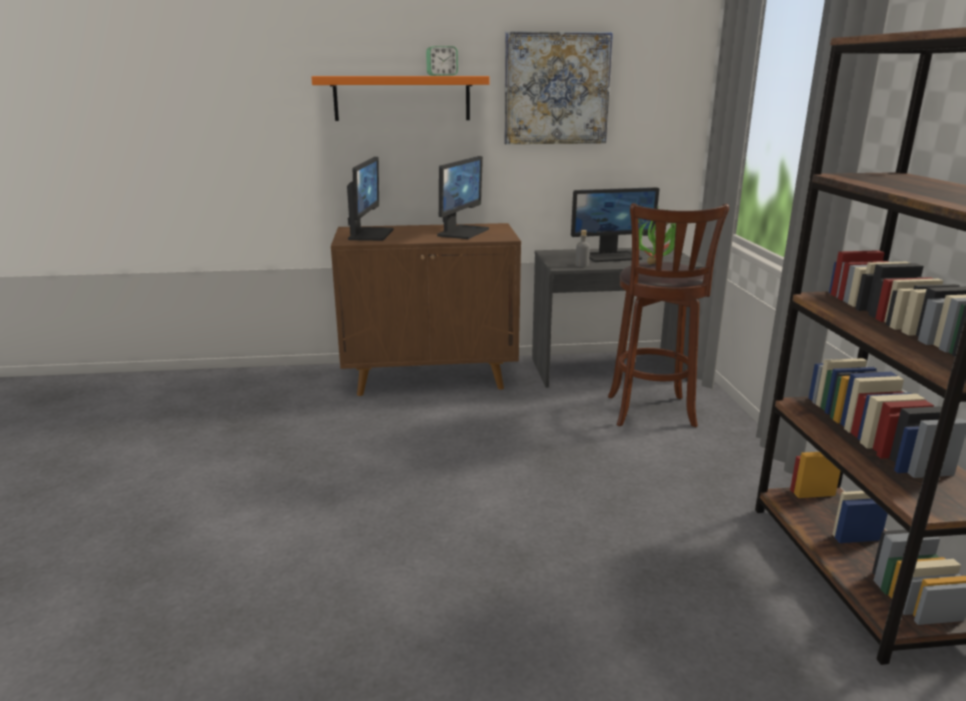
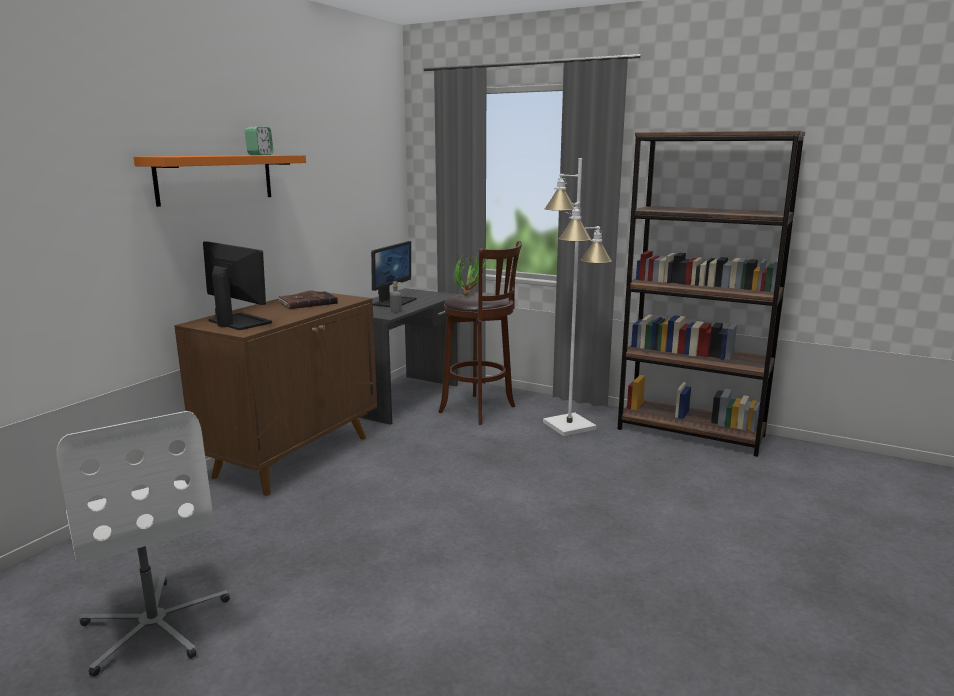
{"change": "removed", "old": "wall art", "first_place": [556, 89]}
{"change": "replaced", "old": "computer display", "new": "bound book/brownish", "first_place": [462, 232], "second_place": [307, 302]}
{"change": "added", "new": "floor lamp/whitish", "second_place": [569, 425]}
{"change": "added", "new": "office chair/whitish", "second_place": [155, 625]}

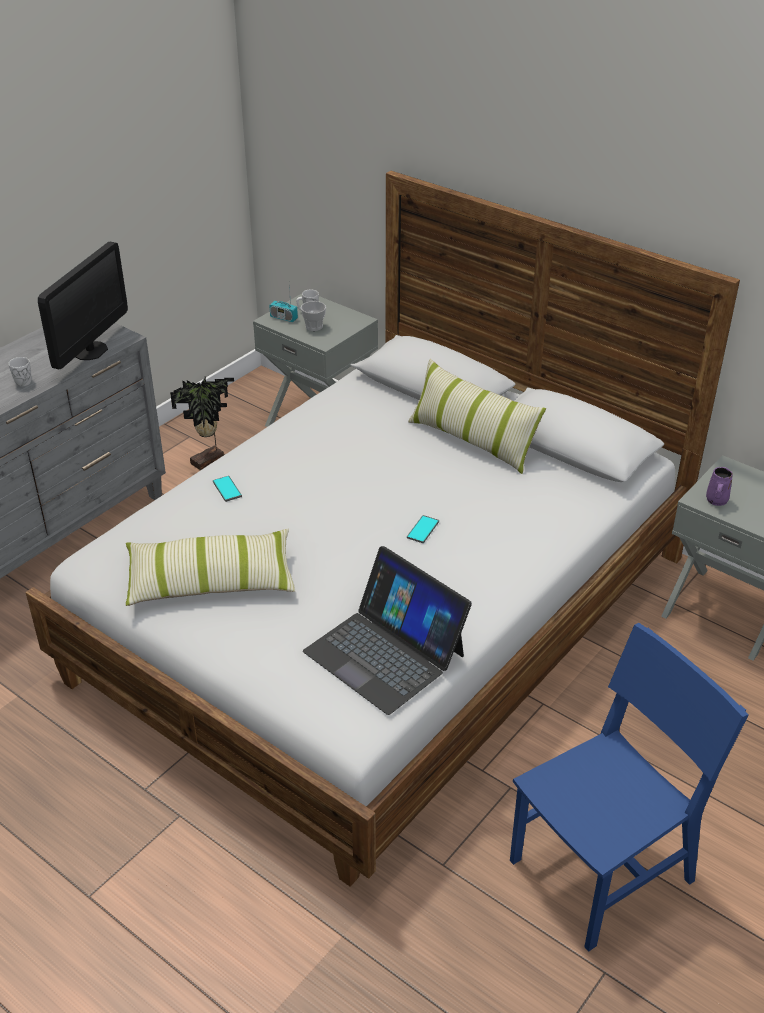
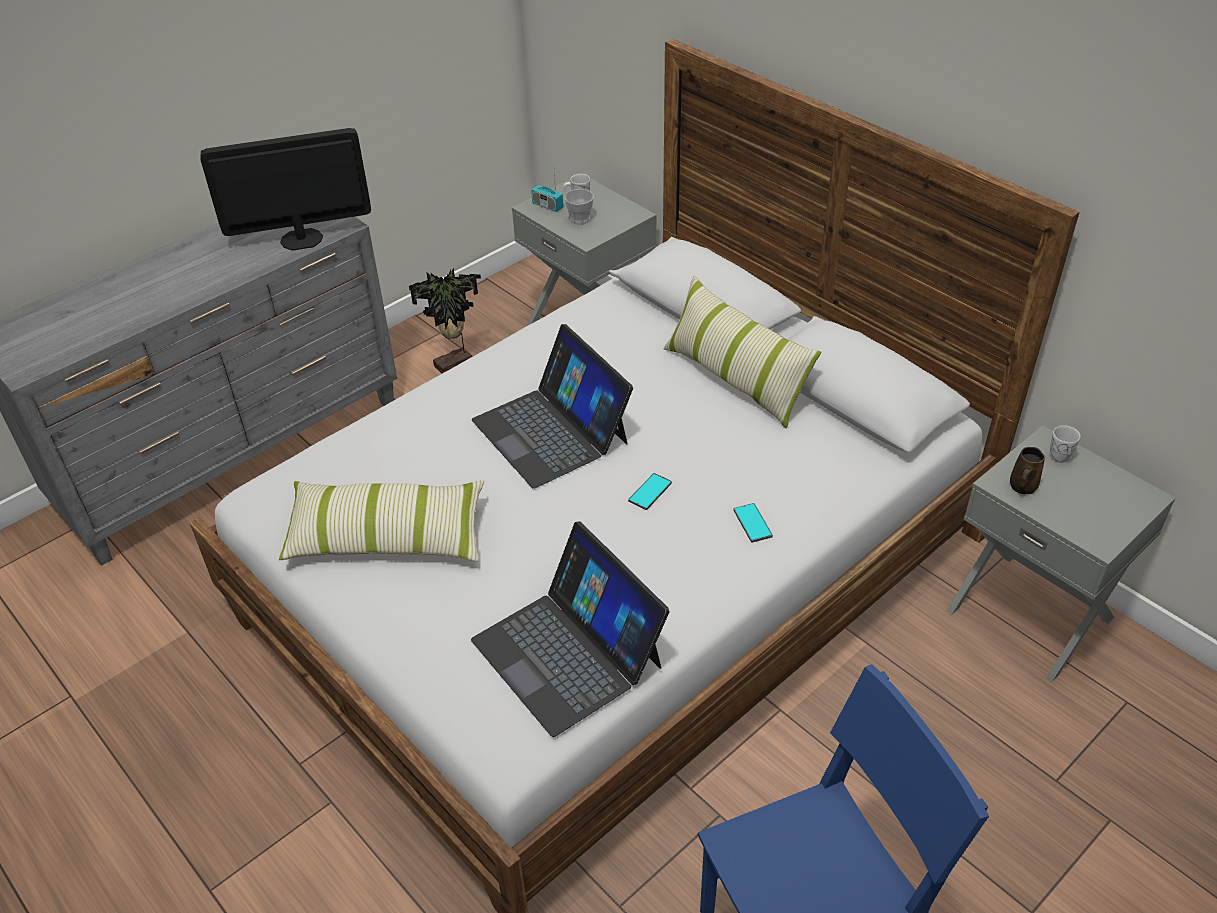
{"change": "turned", "old": "computer display", "first_place": [90, 351], "second_place": [301, 239], "degrees": -135}
{"change": "moved", "old": "coffee mug/whitish", "first_place": [24, 380], "second_place": [1059, 453]}
{"change": "recoloured", "old": "coffee mug/purple-coloured", "new": "coffee mug/brownish", "first_place": [716, 501], "second_place": [1022, 487]}
{"change": "moved", "old": "telephone", "first_place": [227, 489], "second_place": [752, 523]}
{"change": "added", "new": "portable computer", "second_place": [551, 431]}

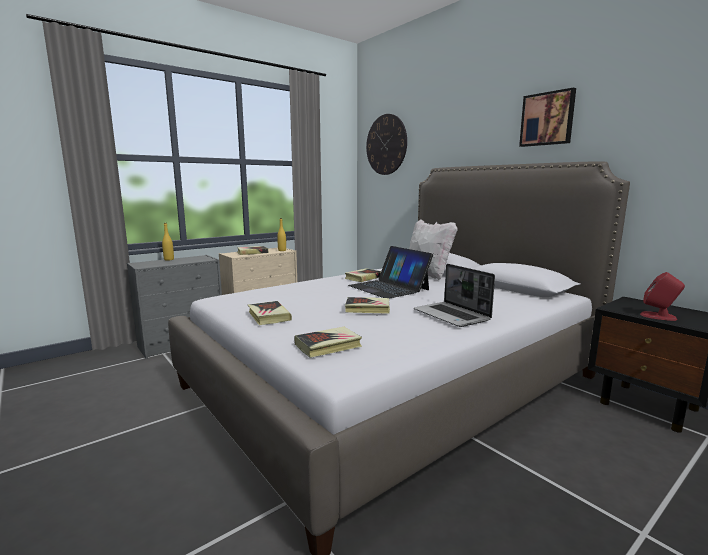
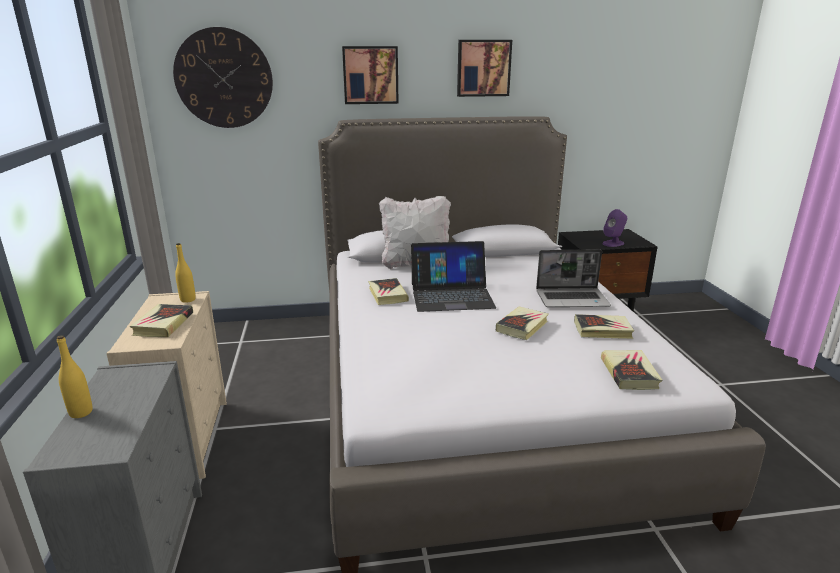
{"change": "recoloured", "old": "speaker/red", "new": "speaker/purple-coloured", "first_place": [658, 316], "second_place": [613, 243]}
{"change": "moved", "old": "bound book", "first_place": [268, 316], "second_place": [603, 330]}
{"change": "added", "new": "wall art", "second_place": [370, 75]}

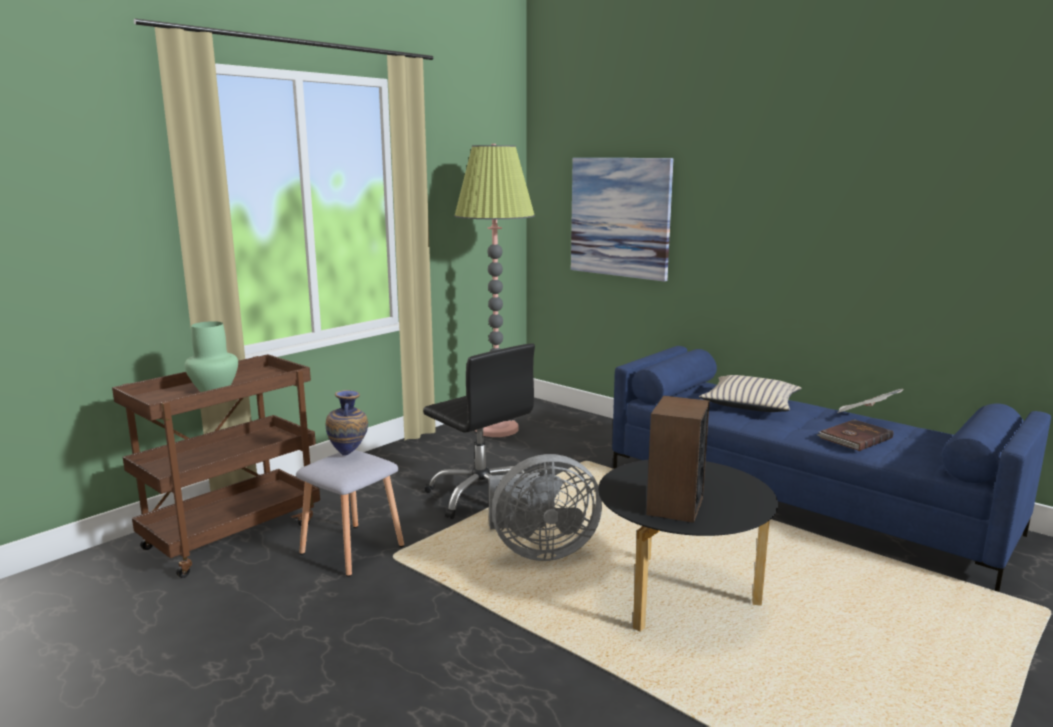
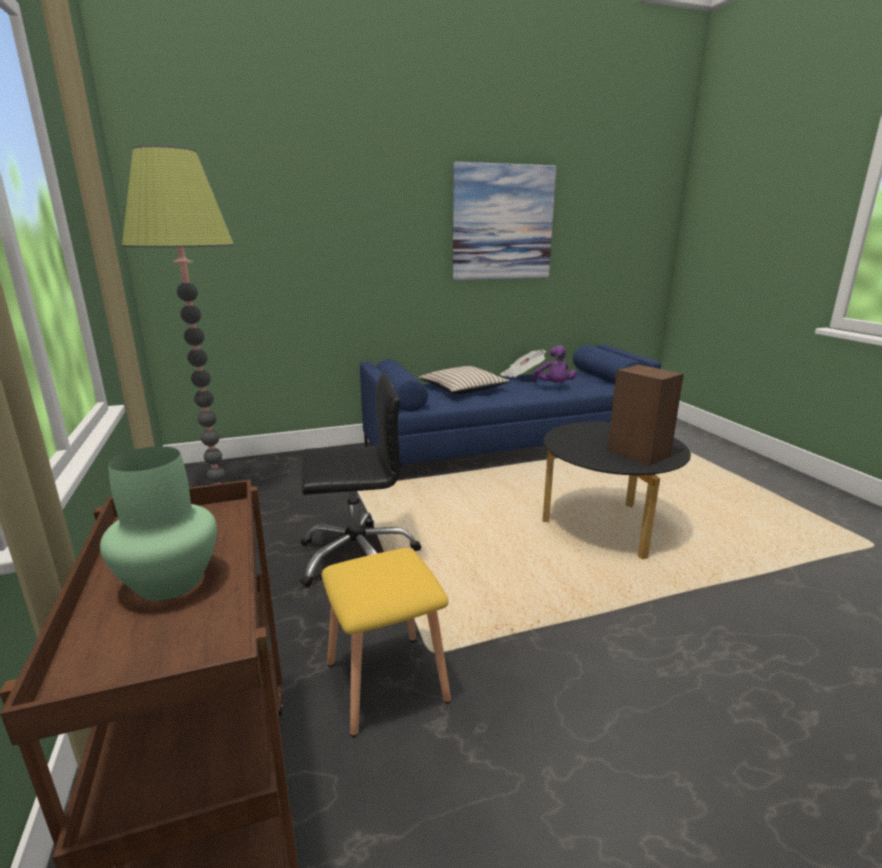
{"change": "moved", "old": "wall art", "first_place": [620, 217], "second_place": [503, 223]}
{"change": "removed", "old": "flower vase", "first_place": [349, 455]}
{"change": "replaced", "old": "bound book/brownish", "new": "soft toy/purple-coloured", "first_place": [854, 438], "second_place": [554, 386]}
{"change": "recoloured", "old": "stool/grey", "new": "stool/yellowish", "first_place": [353, 548], "second_place": [384, 680]}
{"change": "removed", "old": "cooling fan/grey", "first_place": [540, 550]}

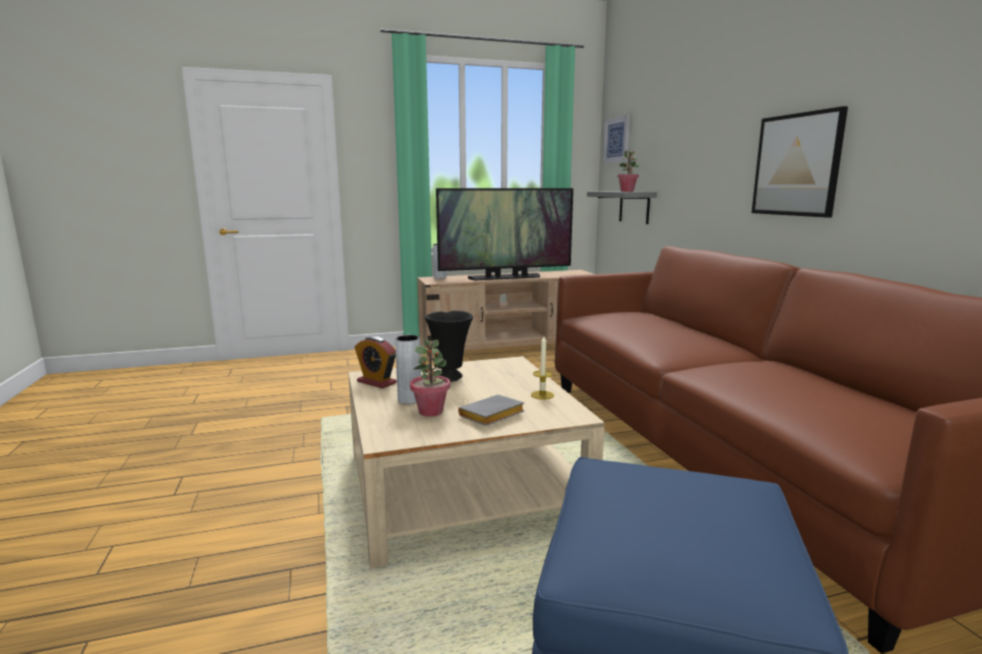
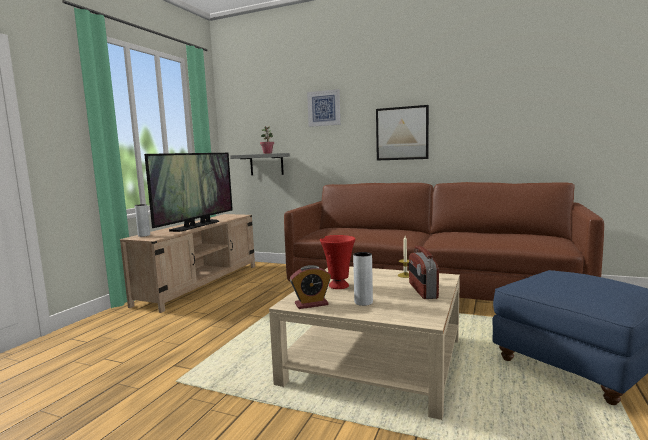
{"change": "moved", "old": "wall art", "first_place": [617, 140], "second_place": [324, 108]}
{"change": "recoloured", "old": "flower vase/black", "new": "flower vase/red", "first_place": [450, 377], "second_place": [339, 286]}
{"change": "removed", "old": "houseplant", "first_place": [431, 411]}
{"change": "replaced", "old": "bound book/grey", "new": "radio set", "first_place": [491, 416], "second_place": [422, 291]}

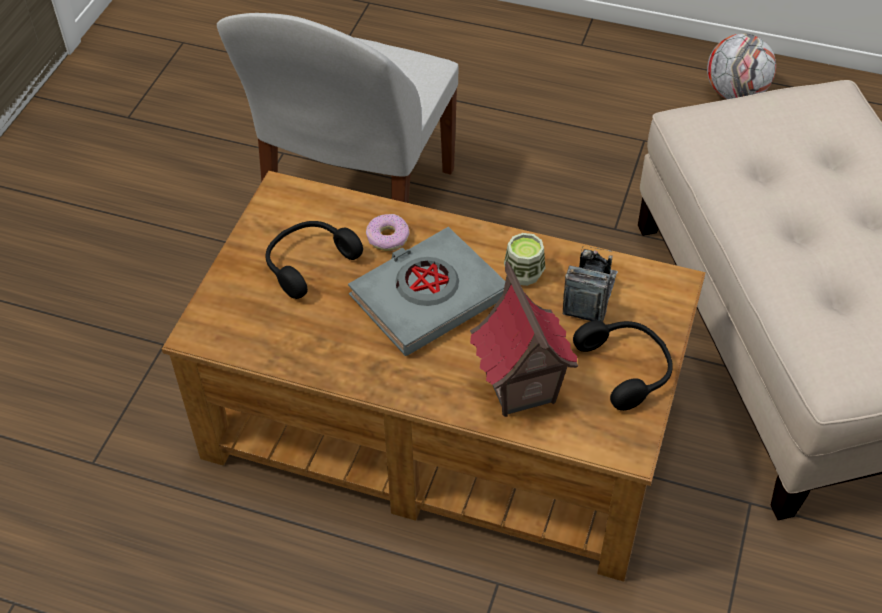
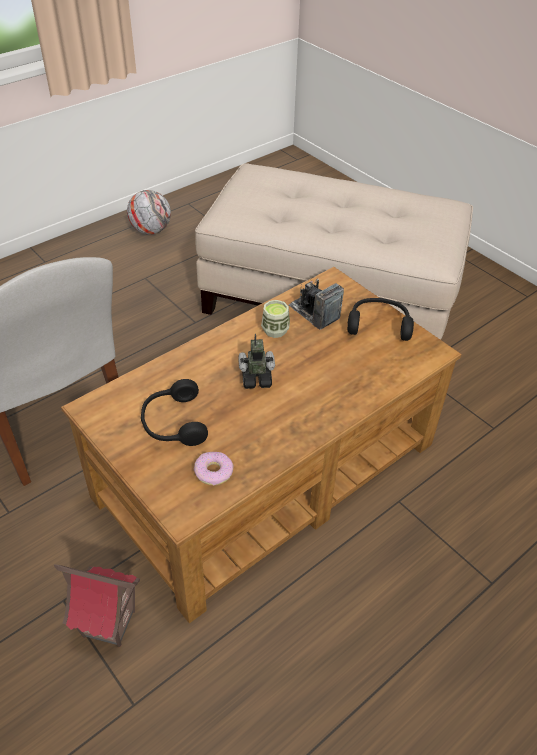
{"change": "moved", "old": "doughnut", "first_place": [387, 237], "second_place": [213, 472]}
{"change": "replaced", "old": "bound book/grey", "new": "model robot", "first_place": [428, 297], "second_place": [256, 379]}
{"change": "moved", "old": "model house", "first_place": [519, 389], "second_place": [109, 624]}

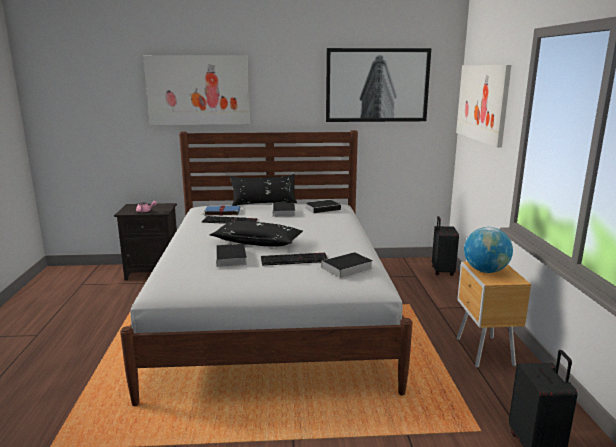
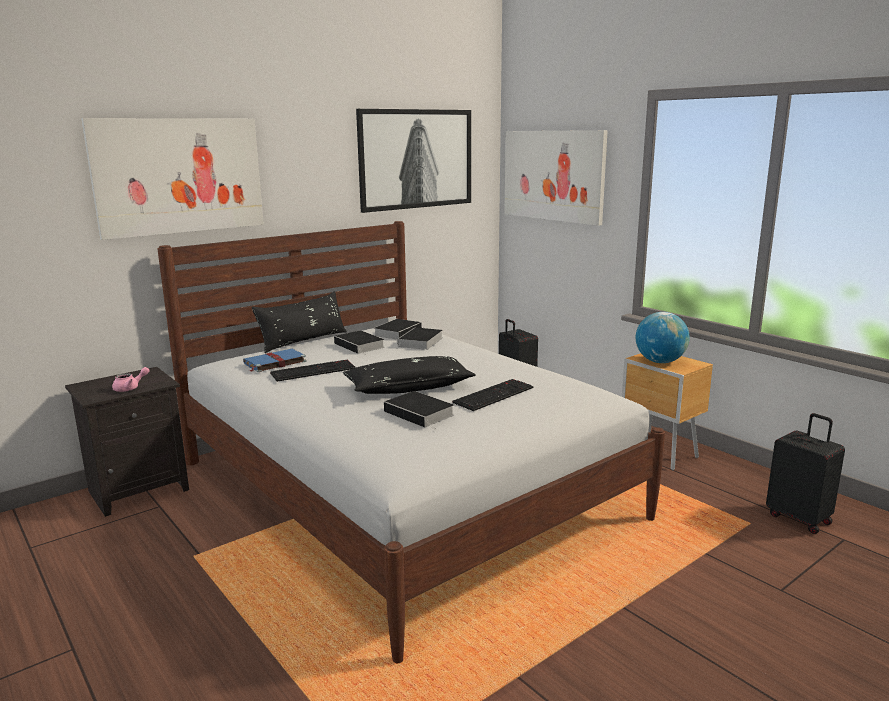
{"change": "moved", "old": "bound book", "first_place": [346, 268], "second_place": [420, 342]}

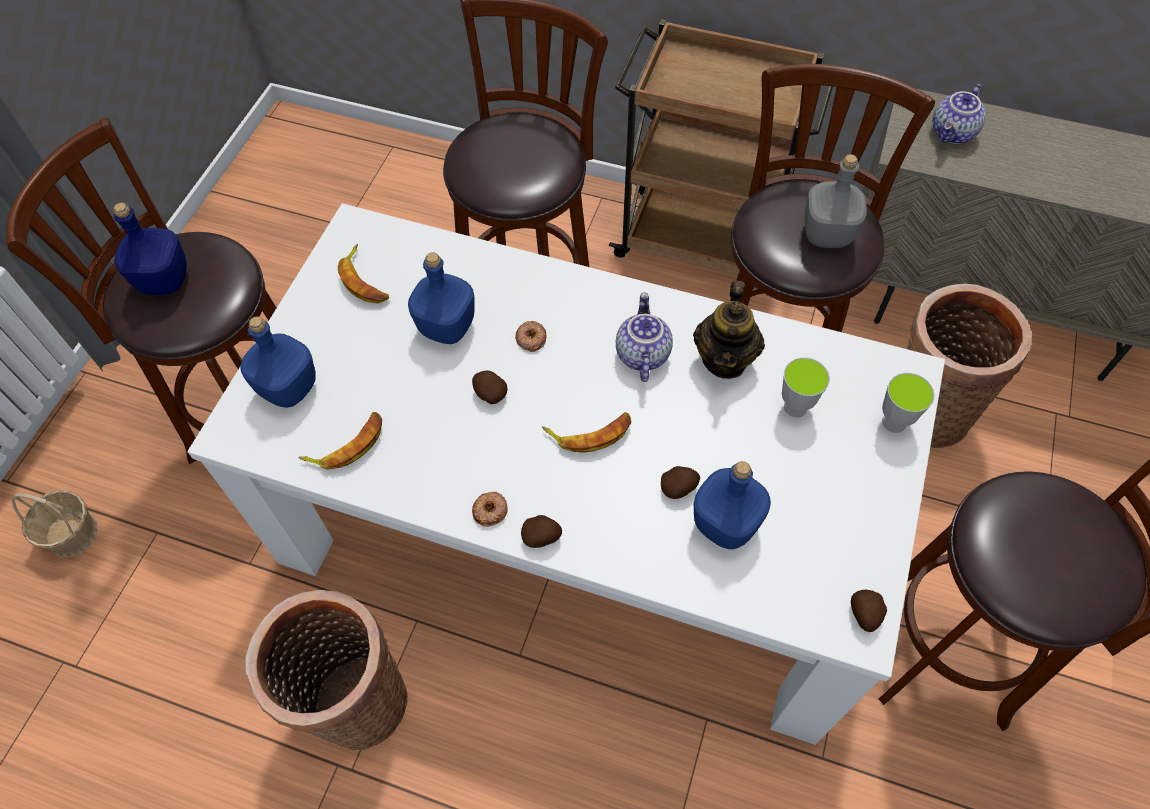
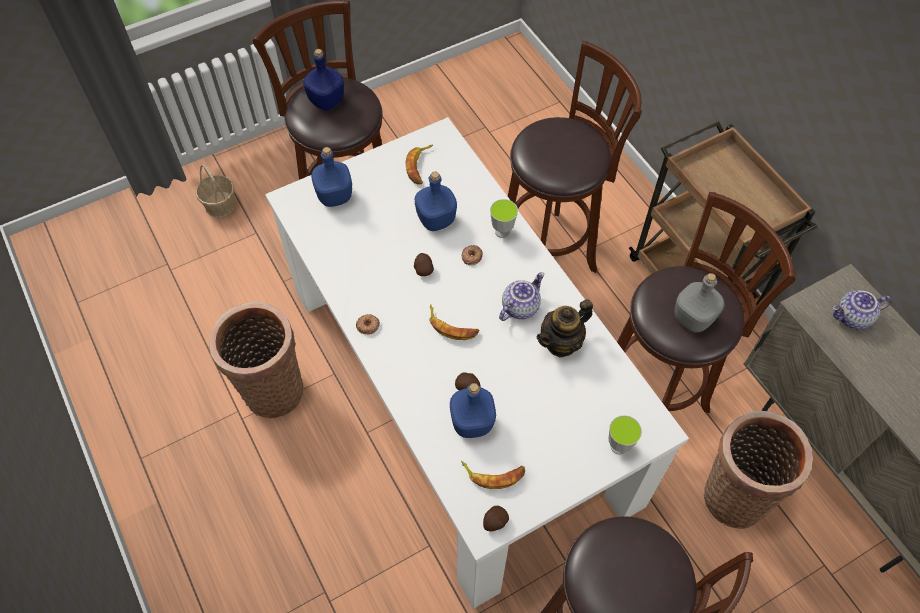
{"change": "moved", "old": "drinking cup", "first_place": [795, 407], "second_place": [502, 232]}
{"change": "moved", "old": "whole banana", "first_place": [348, 445], "second_place": [494, 474]}
{"change": "removed", "old": "potato", "first_place": [542, 537]}

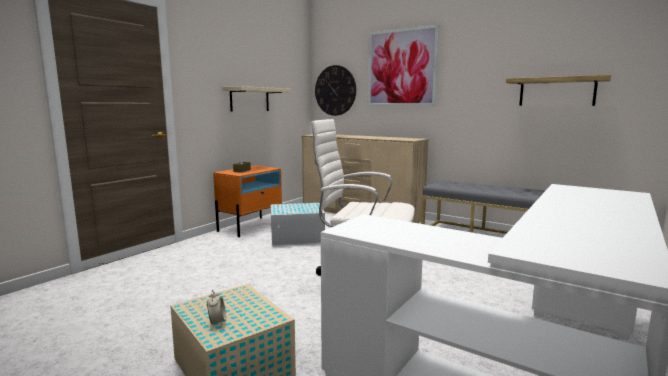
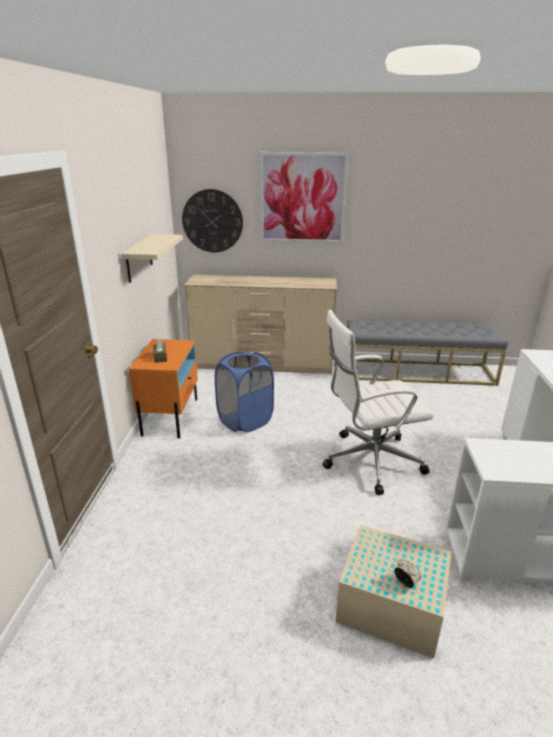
{"change": "removed", "old": "wall shelf", "first_place": [556, 91]}
{"change": "replaced", "old": "storage bin/whitish", "new": "washing basket/blue-coloured", "first_place": [298, 238], "second_place": [245, 420]}

